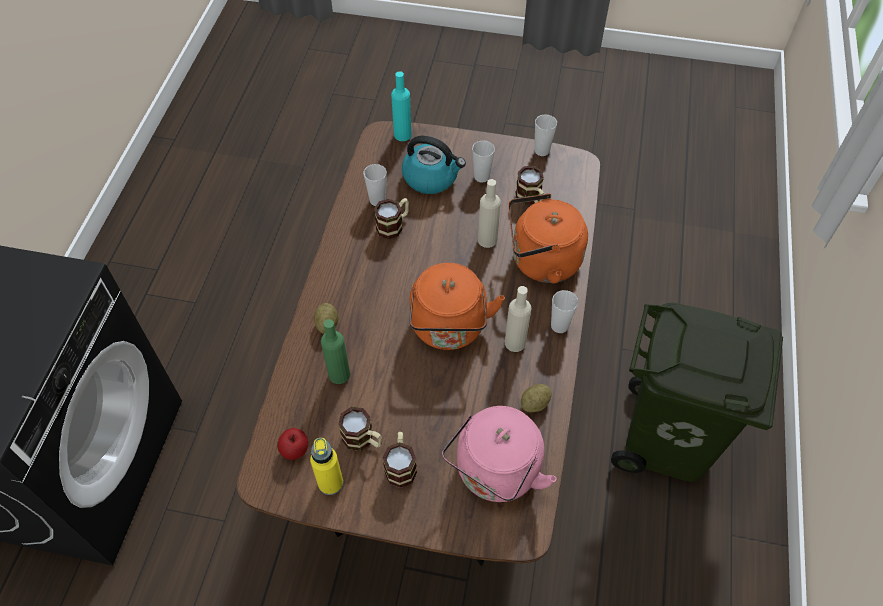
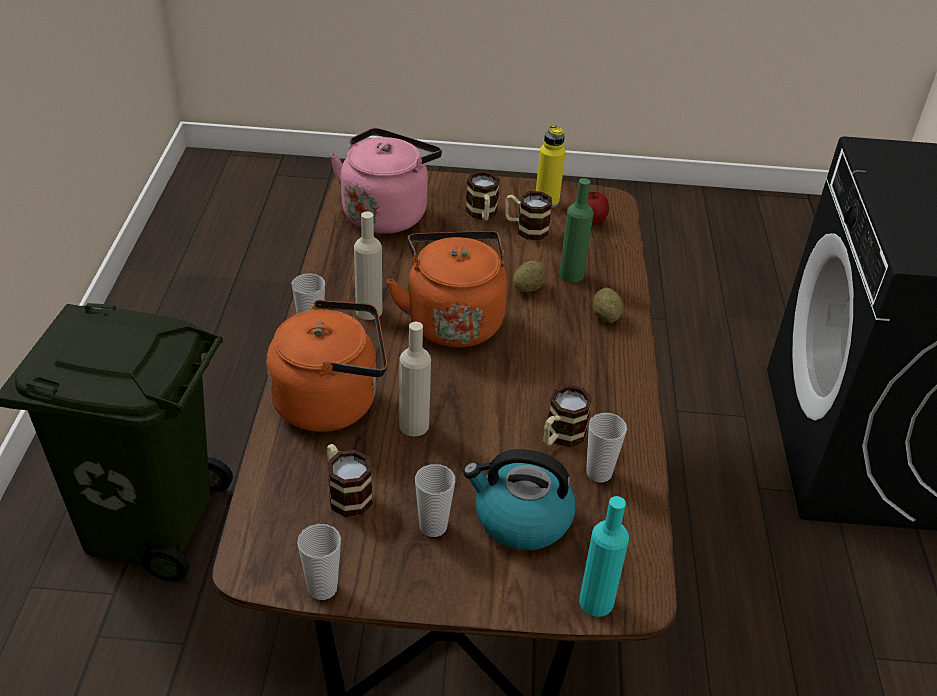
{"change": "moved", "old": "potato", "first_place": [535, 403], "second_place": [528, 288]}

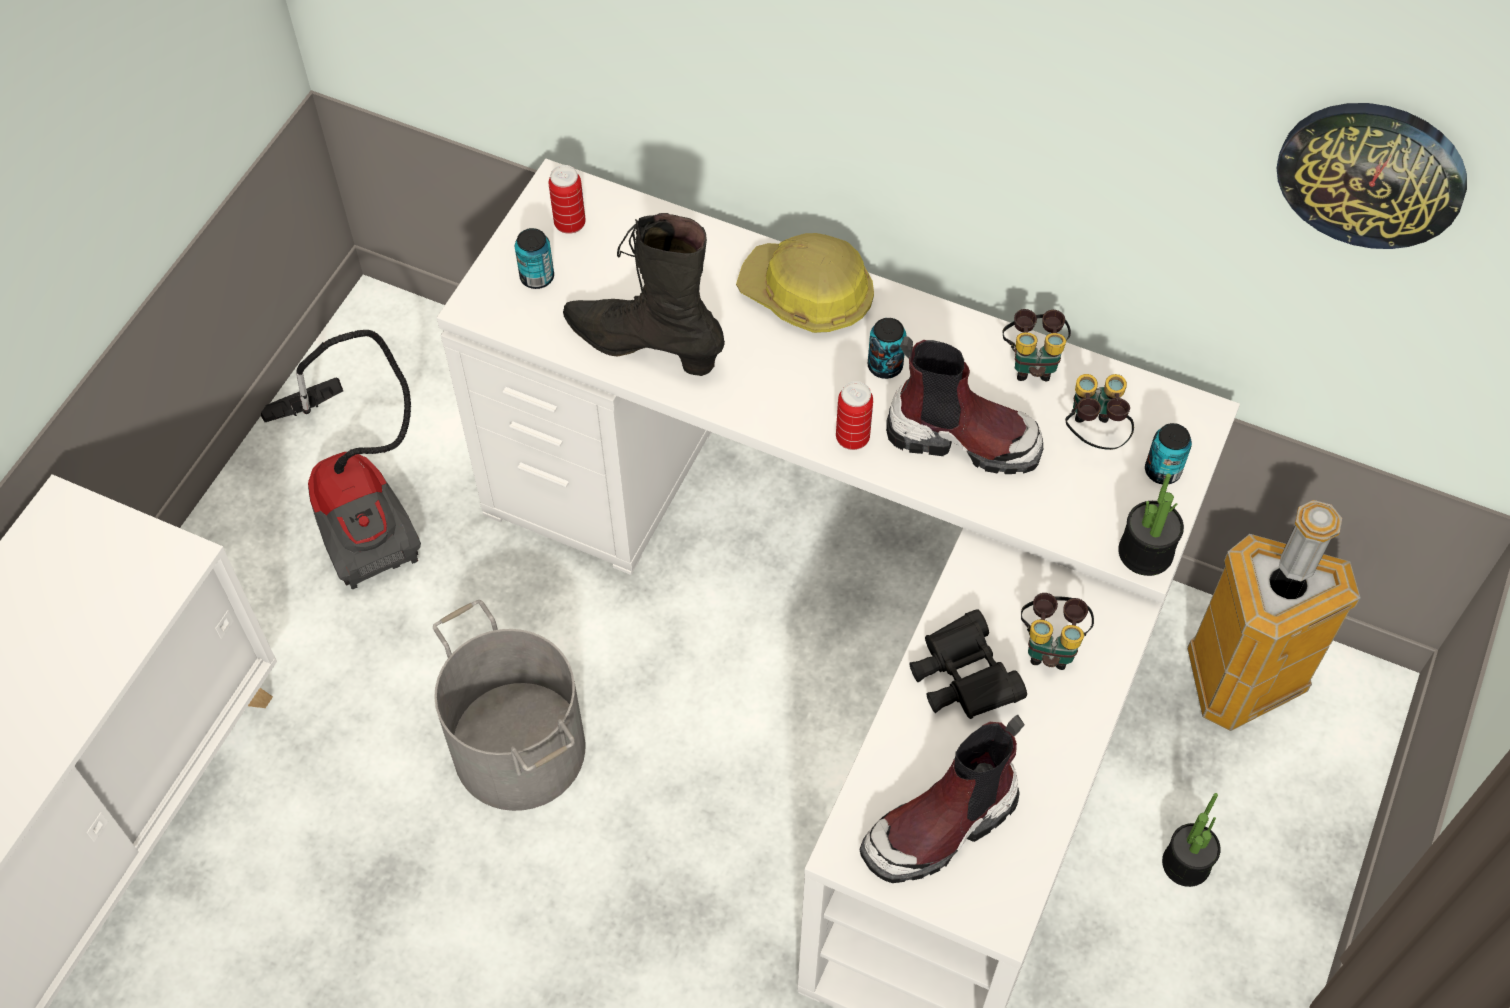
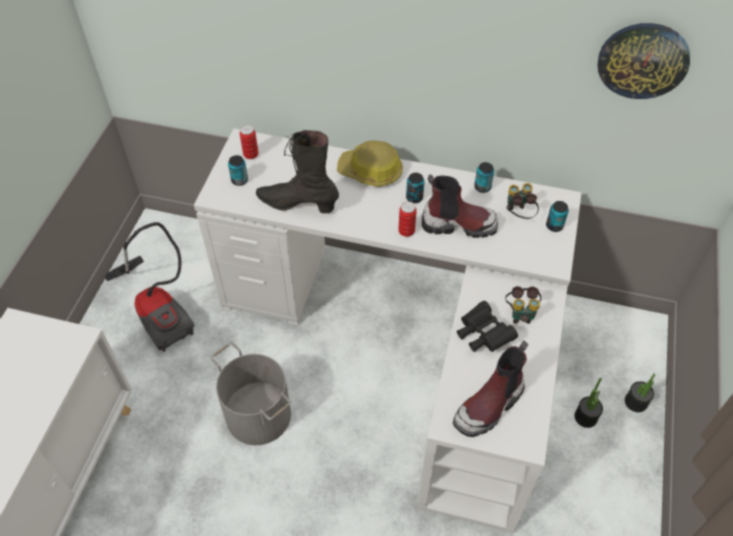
{"change": "replaced", "old": "pair of binoculars", "new": "metal can", "first_place": [1032, 363], "second_place": [482, 187]}
{"change": "moved", "old": "houseplant", "first_place": [1145, 552], "second_place": [636, 402]}
{"change": "removed", "old": "trash can", "first_place": [1244, 682]}

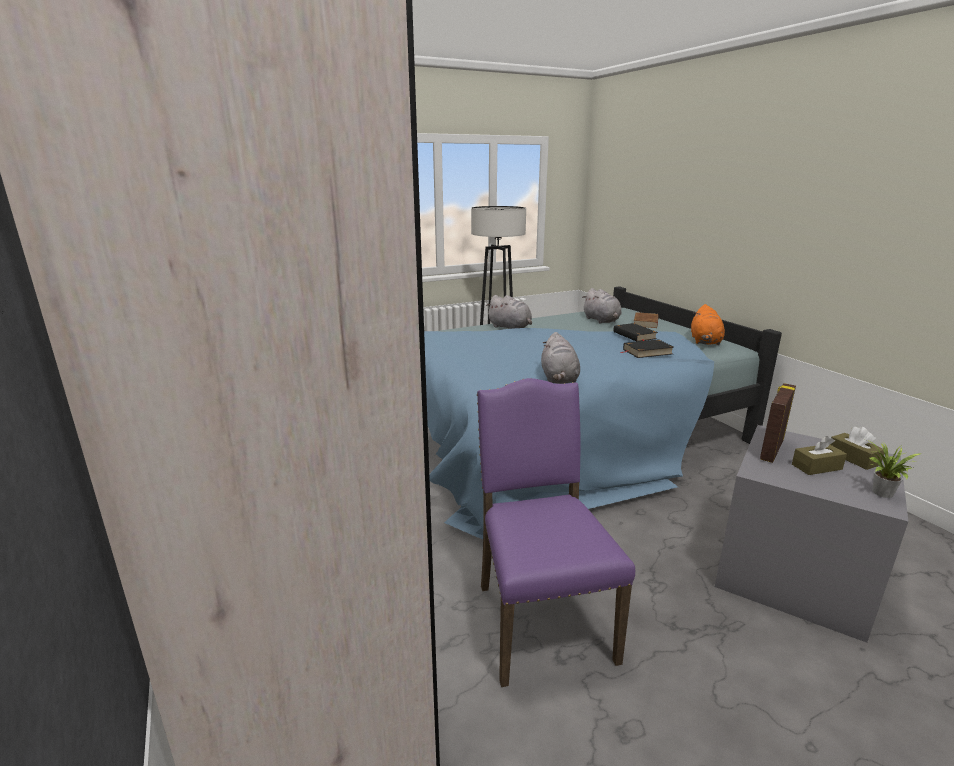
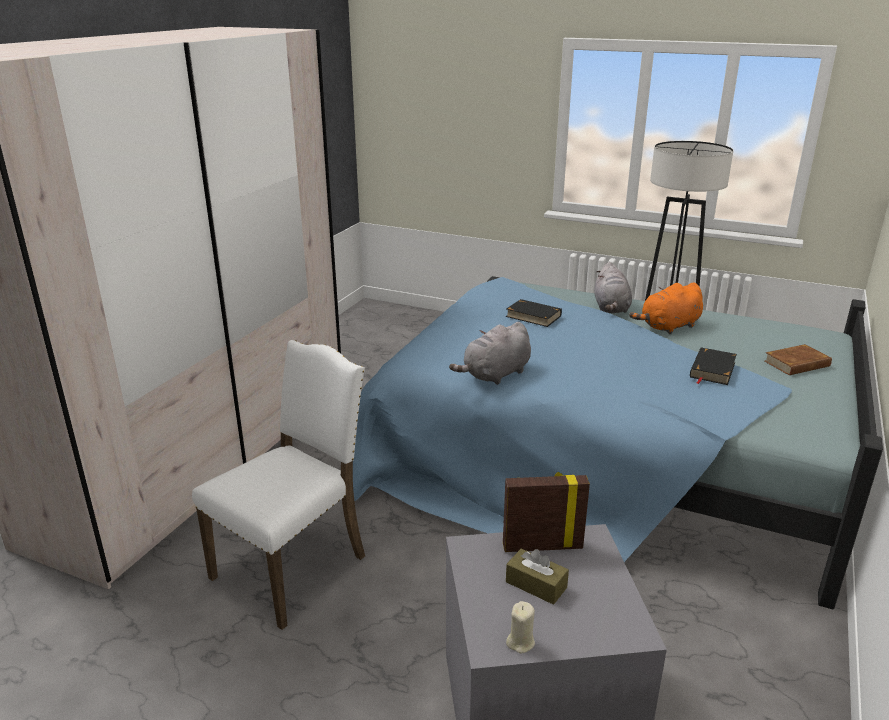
{"change": "removed", "old": "soft toy/grey", "first_place": [602, 320]}
{"change": "moved", "old": "soft toy/orange", "first_place": [705, 341], "second_place": [668, 327]}
{"change": "moved", "old": "bound book/black", "first_place": [647, 351], "second_place": [533, 316]}
{"change": "recoloured", "old": "chair/purple-coloured", "new": "chair/whitish", "first_place": [540, 620], "second_place": [294, 566]}
{"change": "removed", "old": "tissue holder/brownish", "first_place": [853, 458]}
{"change": "replaced", "old": "houseplant", "new": "wax candle/beige-coloured", "first_place": [881, 494], "second_place": [520, 642]}

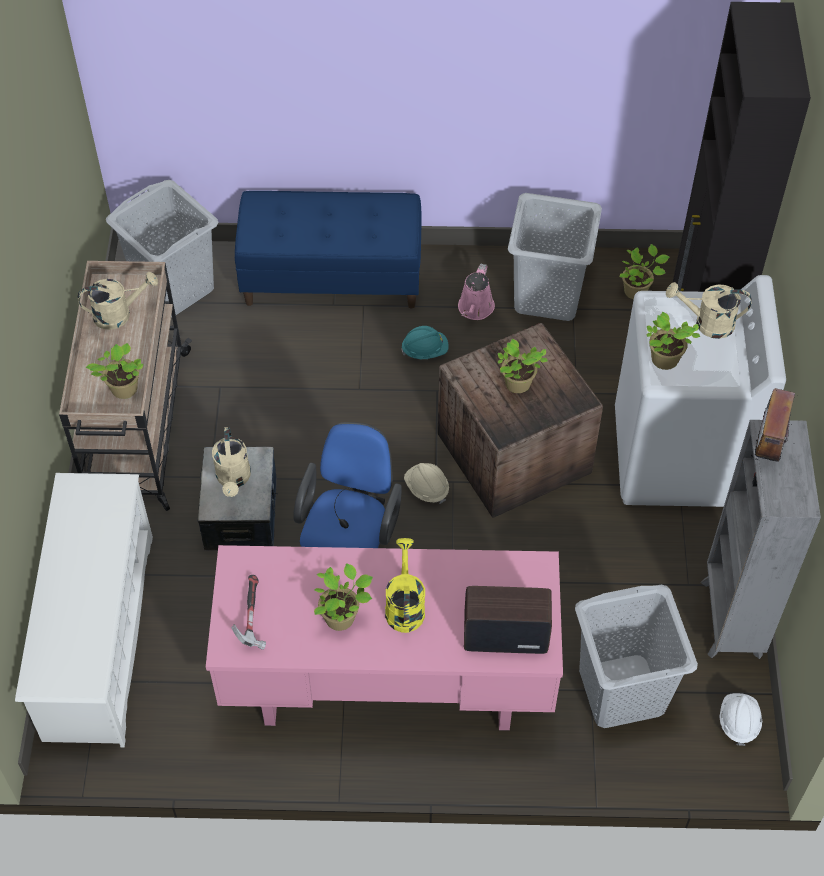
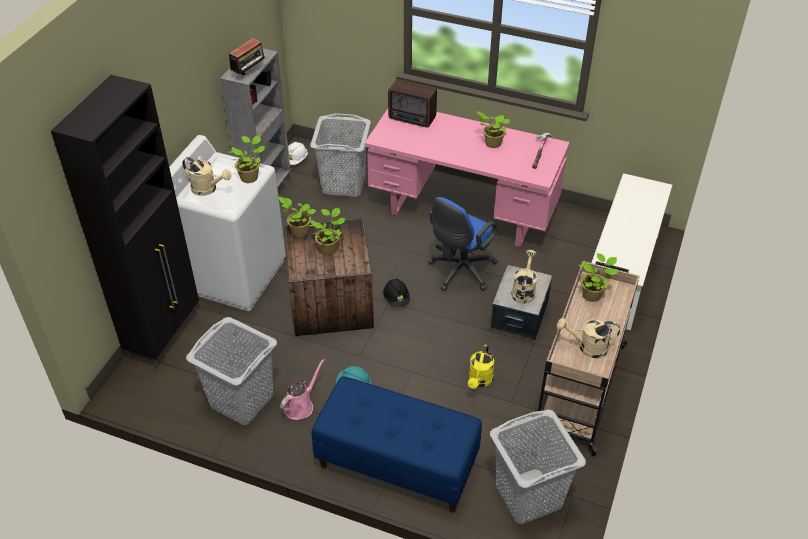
{"change": "moved", "old": "houseplant", "first_place": [637, 291], "second_place": [298, 231]}
{"change": "recoloured", "old": "safety helmet/beige-coloured", "new": "safety helmet/black", "first_place": [426, 488], "second_place": [396, 299]}
{"change": "moved", "old": "watering pot/yellowish", "first_place": [404, 605], "second_place": [479, 381]}

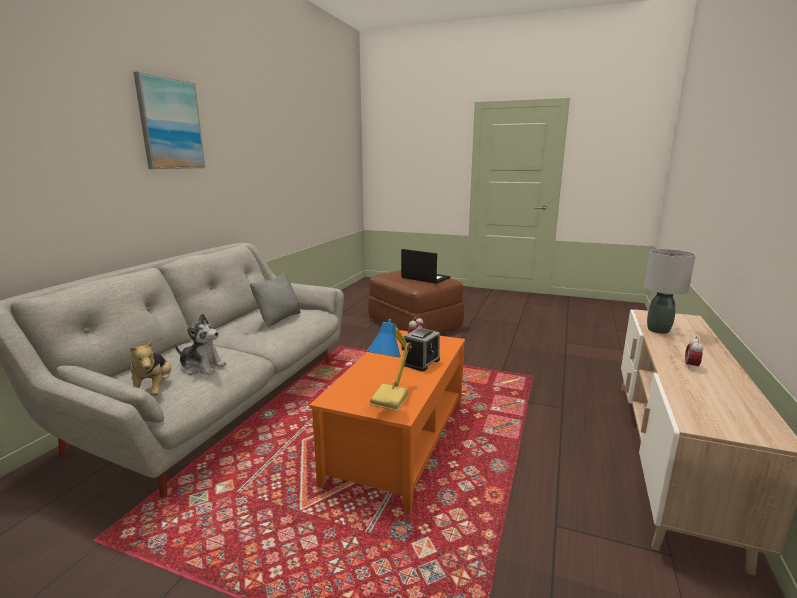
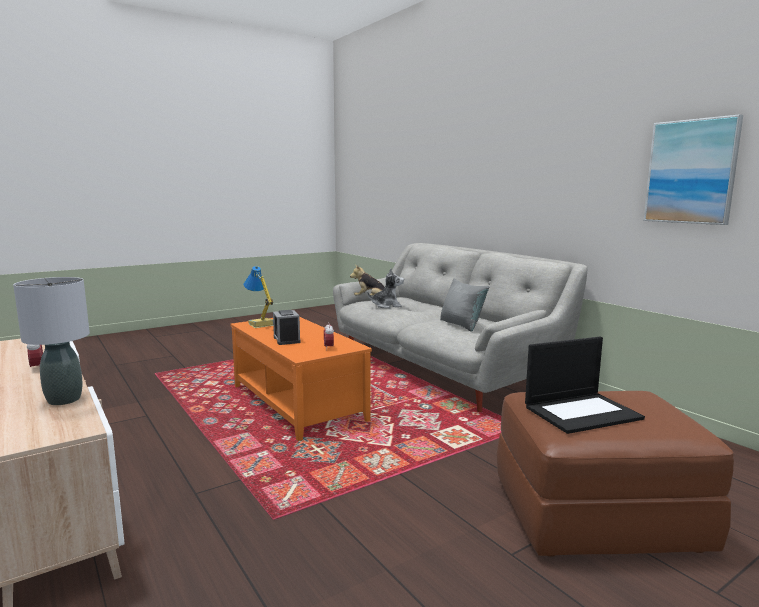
{"change": "moved", "old": "wall art", "first_place": [170, 124], "second_place": [691, 172]}
{"change": "turned", "old": "soft toy", "first_place": [202, 367], "second_place": [387, 306], "degrees": -150}

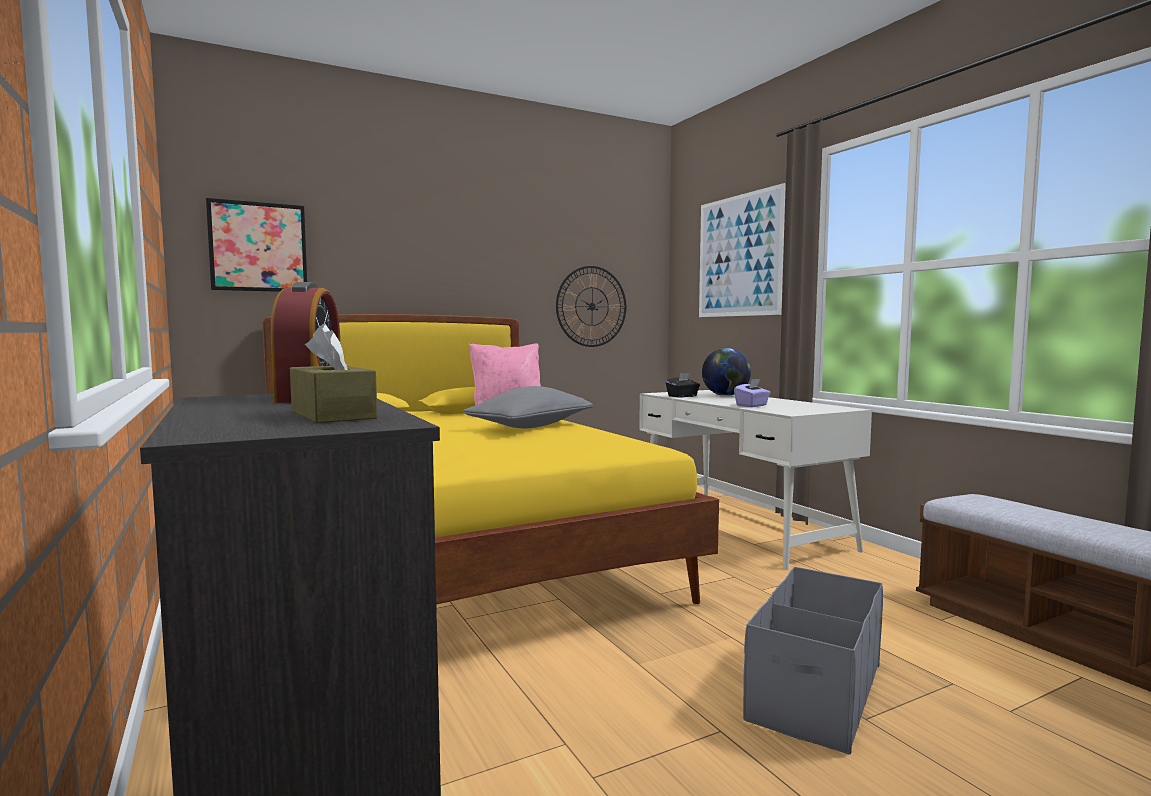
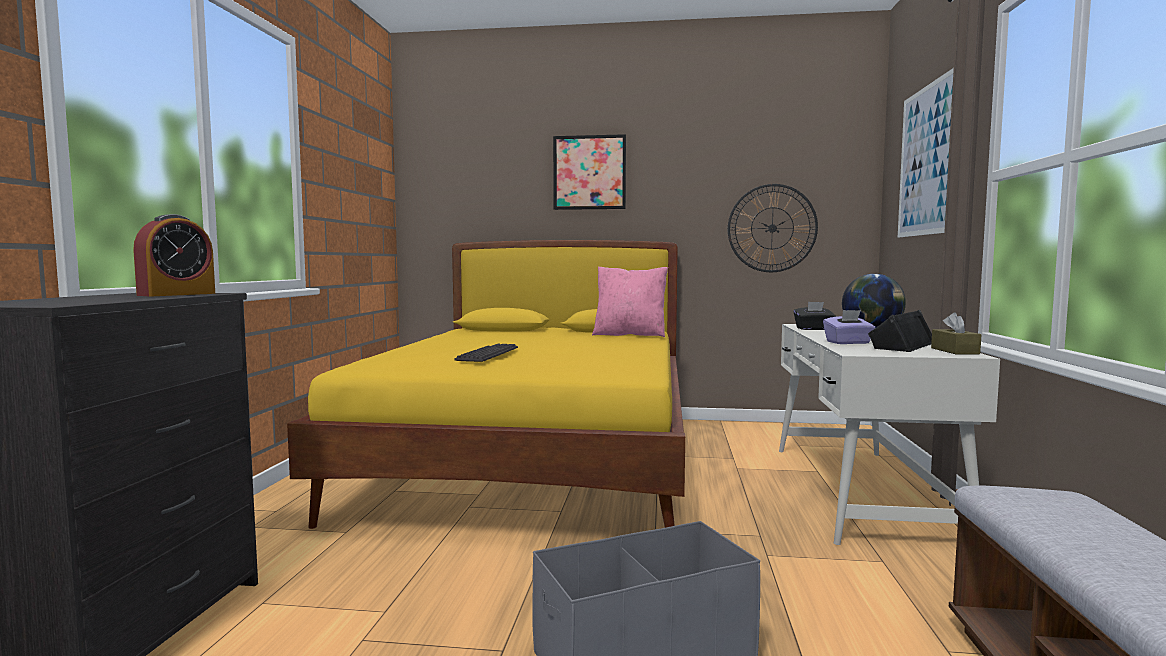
{"change": "moved", "old": "wall art", "first_place": [258, 247], "second_place": [589, 172]}
{"change": "moved", "old": "tissue holder/brownish", "first_place": [332, 415], "second_place": [954, 351]}
{"change": "removed", "old": "throw pillow/grey", "first_place": [530, 426]}
{"change": "added", "new": "speaker/black", "second_place": [901, 345]}
{"change": "added", "new": "PC keyboard", "second_place": [488, 354]}

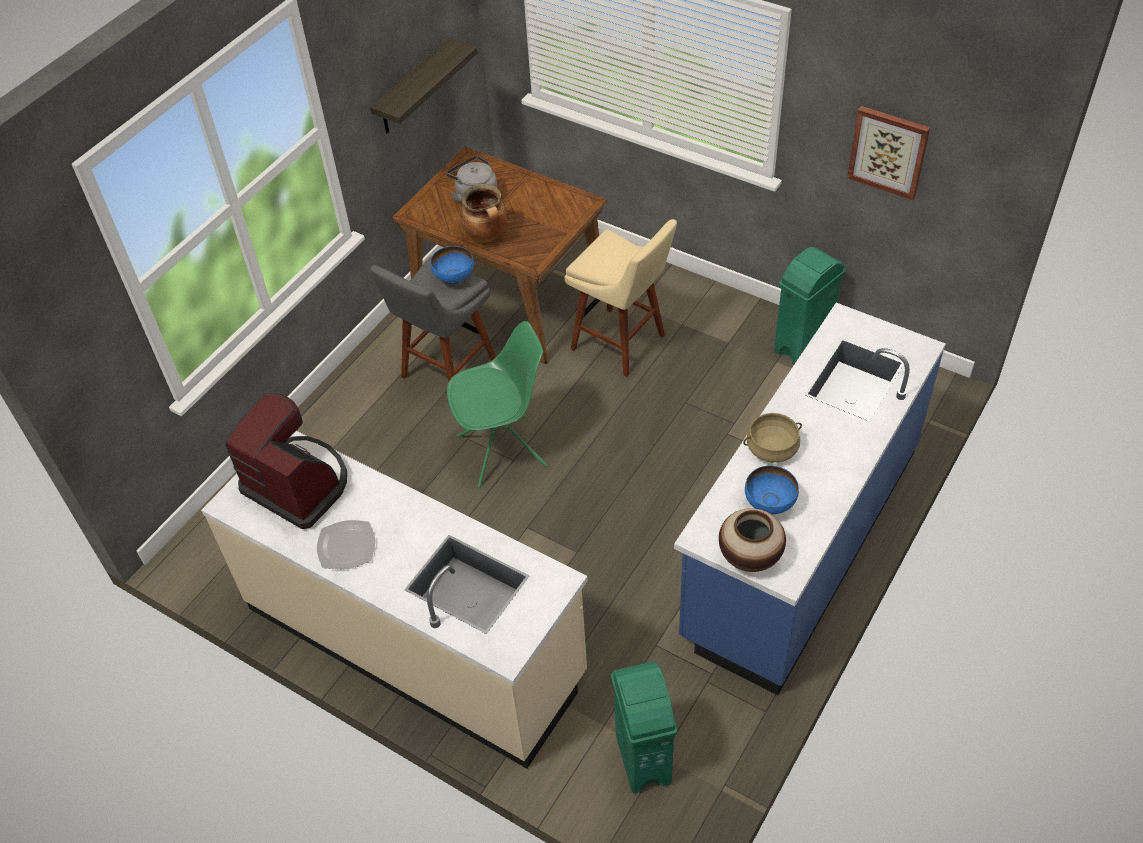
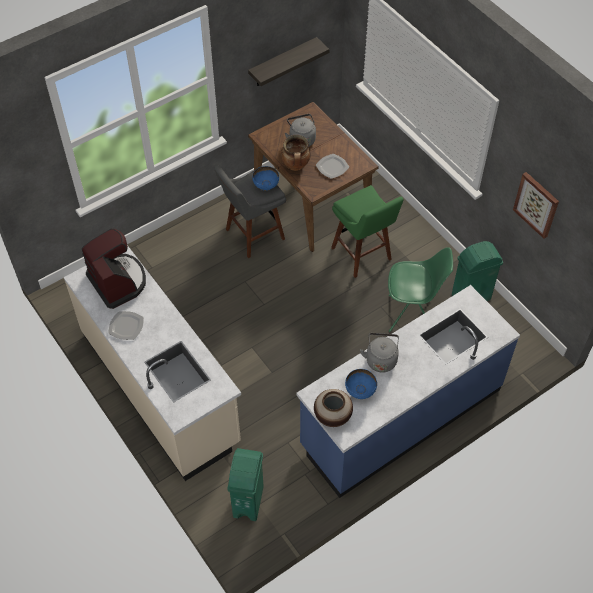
{"change": "recoloured", "old": "stool/beige-coloured", "new": "stool/greenish", "first_place": [622, 344], "second_place": [363, 256]}
{"change": "moved", "old": "chair/greenish", "first_place": [504, 450], "second_place": [412, 314]}
{"change": "replaced", "old": "stockpot/beige-coloured", "new": "kettle/grey", "first_place": [772, 448], "second_place": [381, 359]}
{"change": "added", "new": "flat dish", "second_place": [332, 167]}

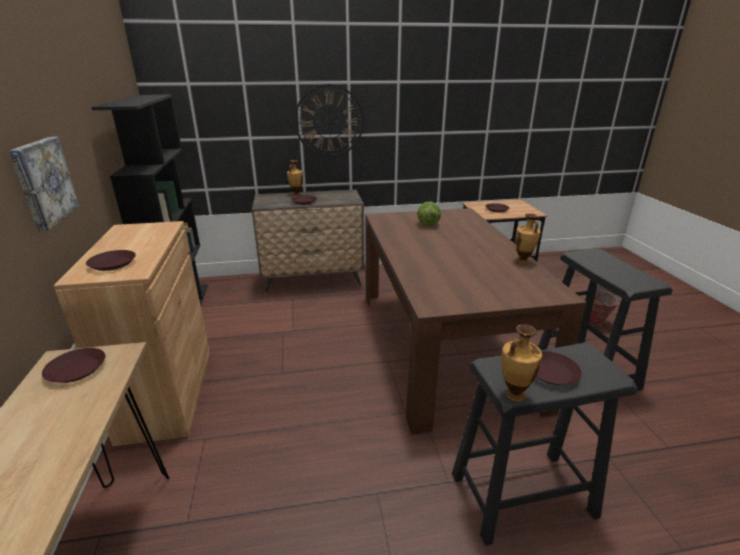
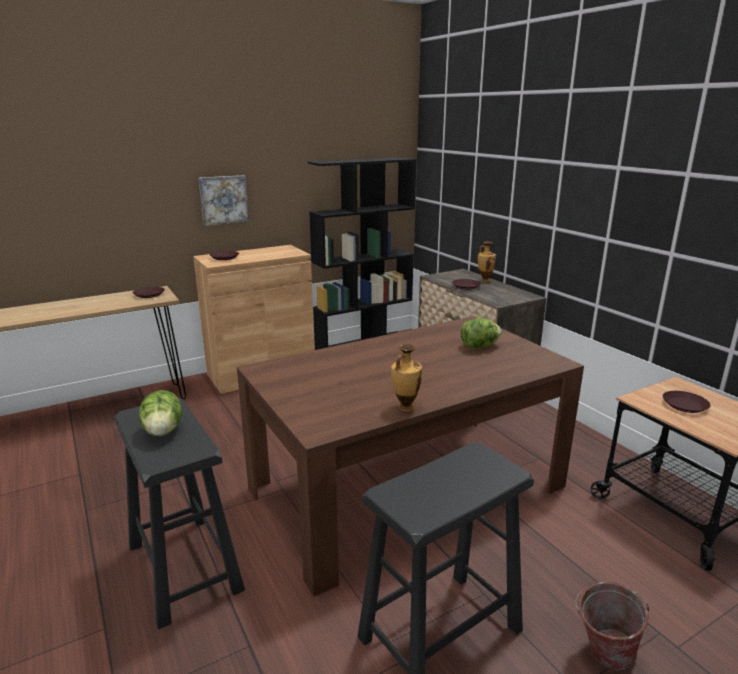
{"change": "removed", "old": "hanging clock", "first_place": [329, 121]}
{"change": "removed", "old": "flower vase", "first_place": [514, 395]}
{"change": "replaced", "old": "flat dish/brownish", "new": "lettuce", "first_place": [551, 372], "second_place": [163, 431]}

